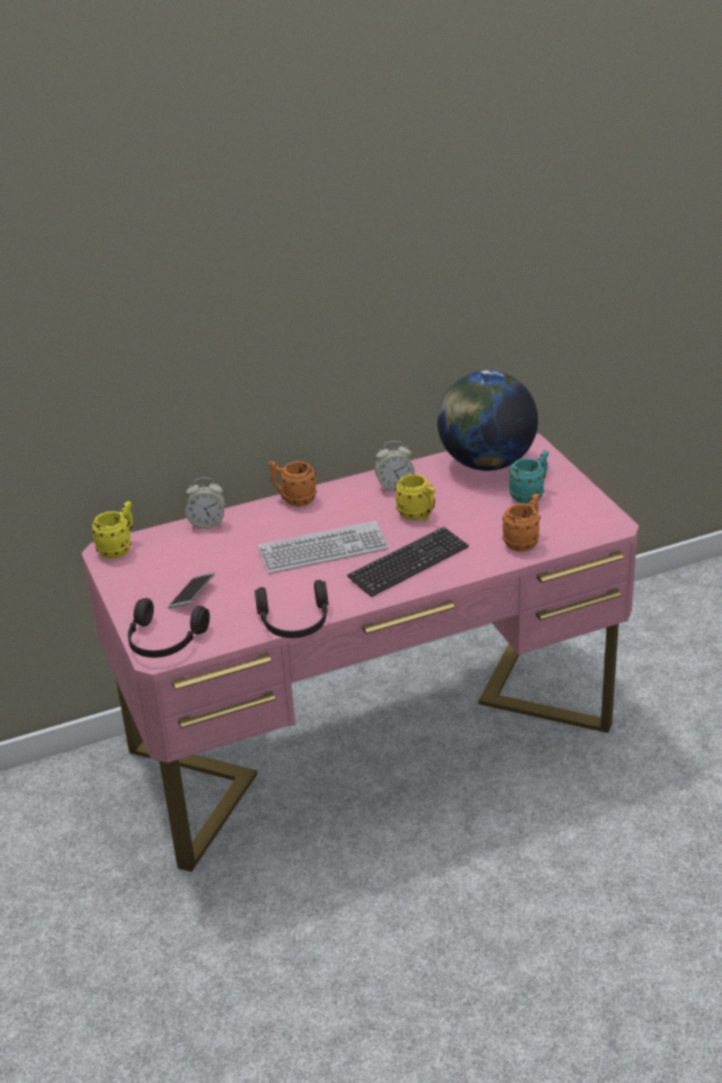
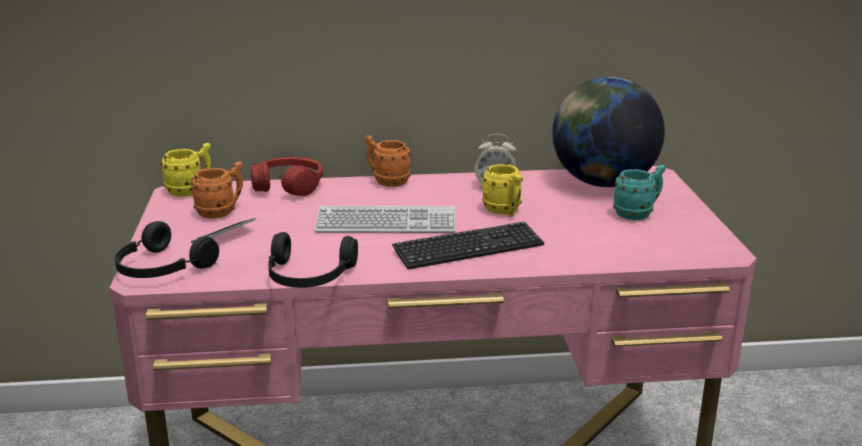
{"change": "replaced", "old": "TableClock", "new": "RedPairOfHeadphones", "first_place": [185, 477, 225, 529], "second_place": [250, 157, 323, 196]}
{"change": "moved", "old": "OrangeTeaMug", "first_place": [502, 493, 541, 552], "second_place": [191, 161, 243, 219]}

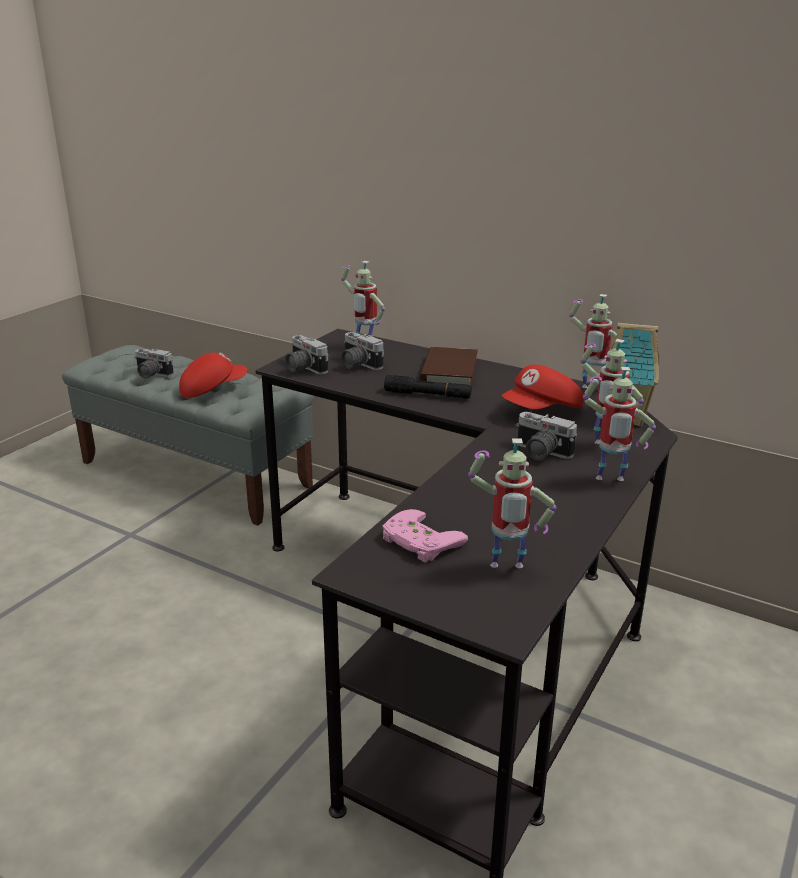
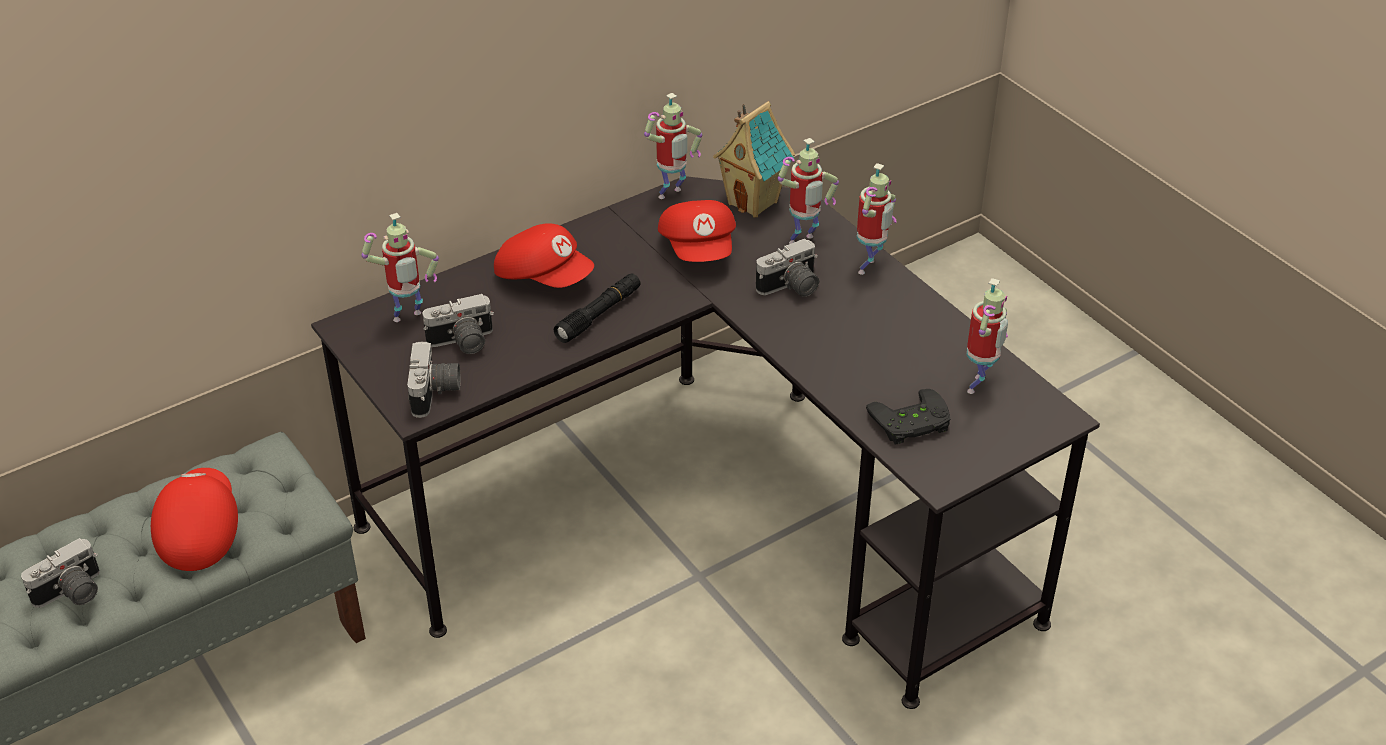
{"change": "turned", "old": "PhotoCamera", "first_place": [285, 335, 328, 374], "second_place": [407, 342, 460, 418], "degrees": -75}
{"change": "recoloured", "old": "PinkishGamepad", "new": "BlackishGamepad", "first_place": [382, 509, 468, 563], "second_place": [866, 389, 950, 445]}
{"change": "replaced", "old": "BrownishBook", "new": "RedBaseballCap", "first_place": [420, 347, 478, 387], "second_place": [494, 223, 594, 288]}

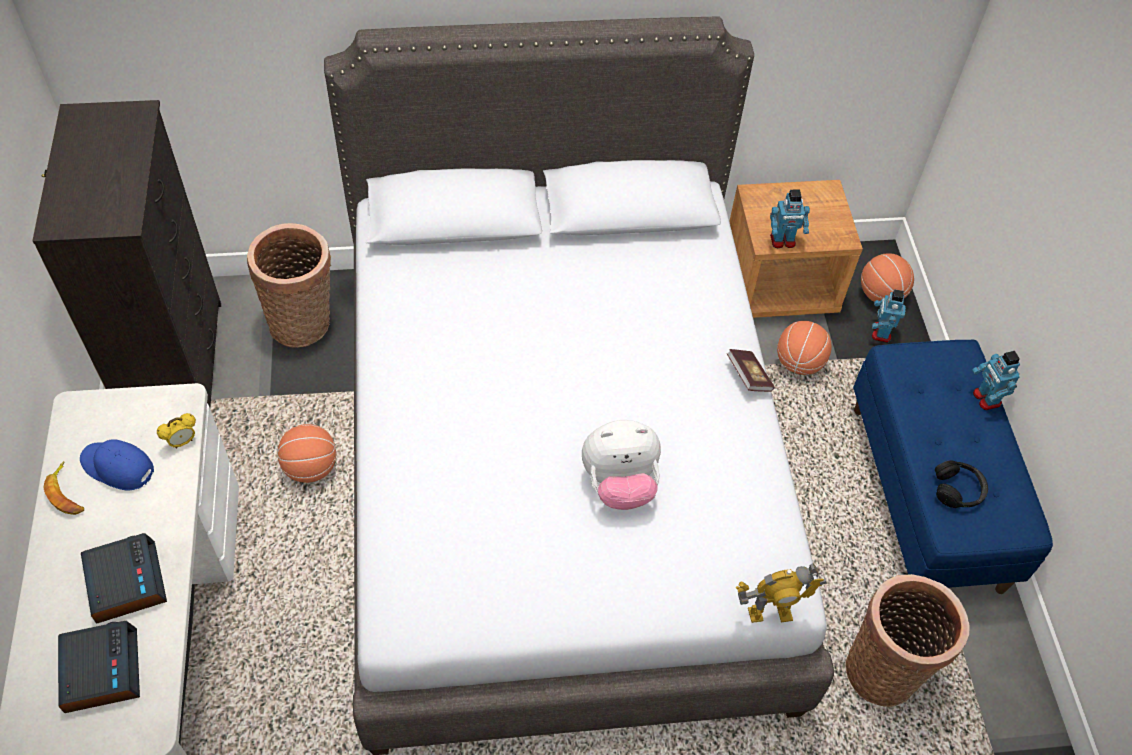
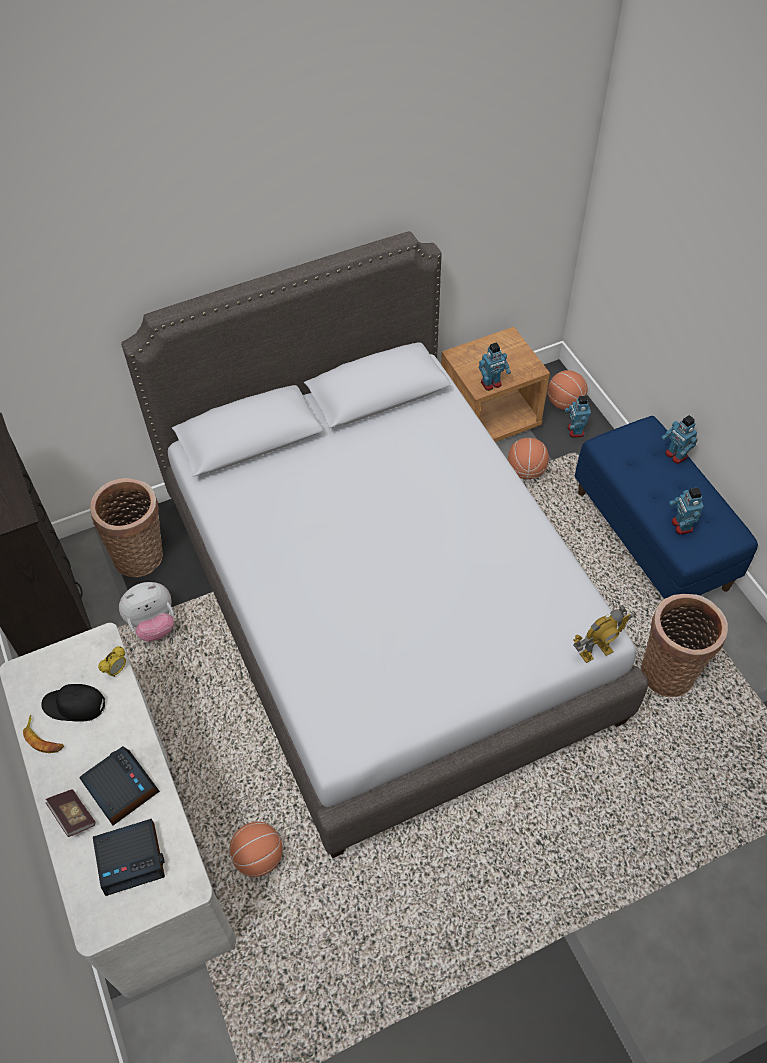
{"change": "turned", "old": "TableClock", "first_place": [58, 621, 140, 713], "second_place": [93, 819, 165, 896], "degrees": 105}
{"change": "recoloured", "old": "BluishBaseballCap", "new": "BlackishBaseballCap", "first_place": [80, 439, 154, 490], "second_place": [41, 684, 105, 722]}
{"change": "moved", "old": "BasketballBall", "first_place": [278, 424, 336, 483], "second_place": [230, 822, 283, 877]}
{"change": "moved", "old": "PlushToy", "first_place": [582, 420, 661, 510], "second_place": [119, 582, 174, 641]}
{"change": "moved", "old": "Book", "first_place": [727, 349, 775, 392], "second_place": [46, 789, 95, 837]}
{"change": "replaced", "old": "BlackishPairOfHeadphones", "new": "ModelRobot", "first_place": [935, 461, 988, 508], "second_place": [669, 487, 704, 535]}

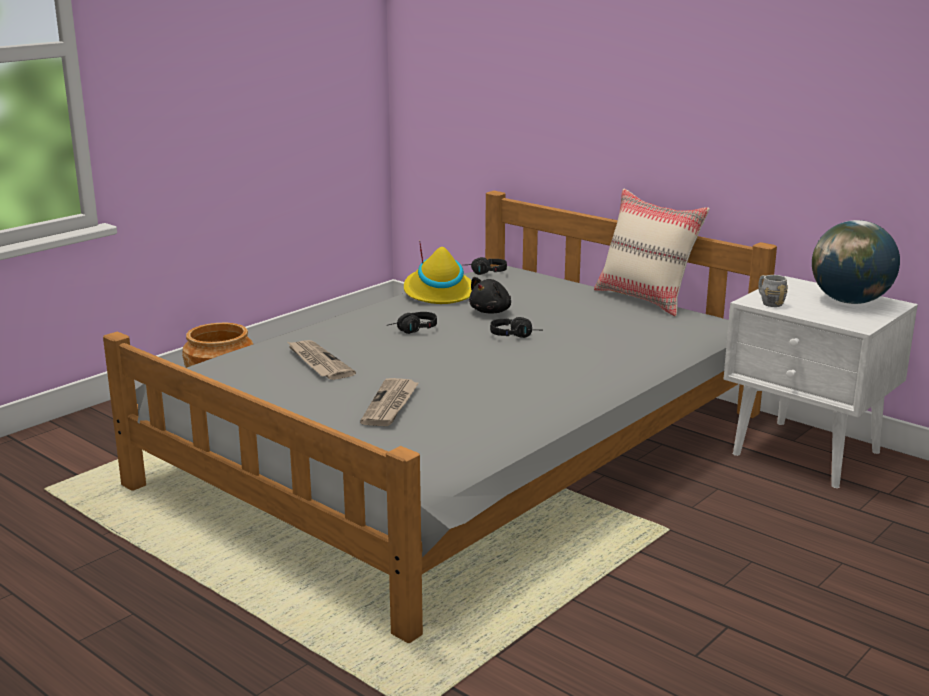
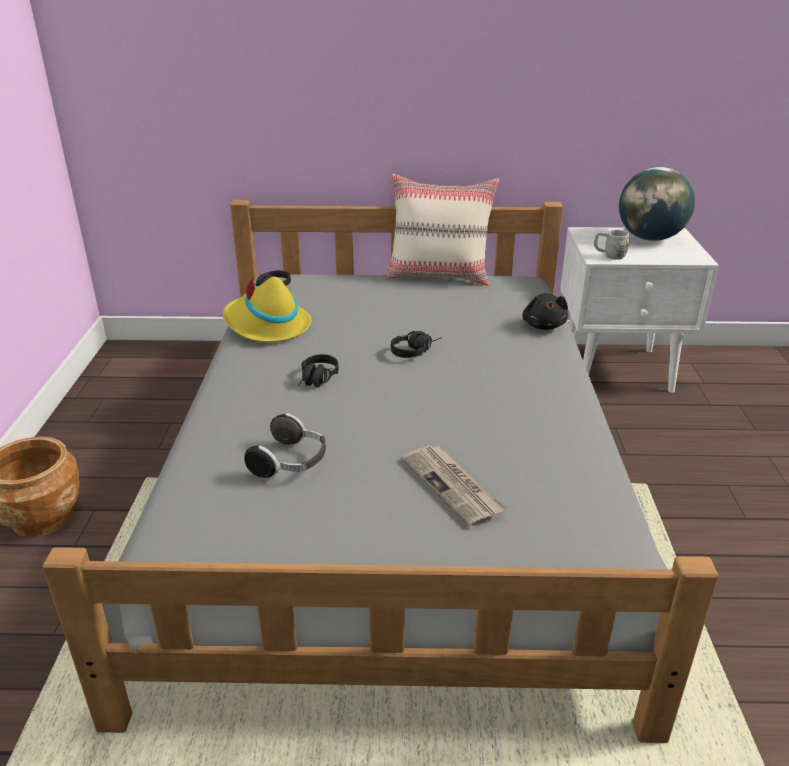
{"change": "replaced", "old": "DailyPaper", "new": "PairOfHeadphones", "first_place": [287, 340, 356, 380], "second_place": [244, 413, 326, 480]}
{"change": "moved", "old": "BlackishPlushToy", "first_place": [469, 277, 511, 314], "second_place": [522, 293, 568, 330]}

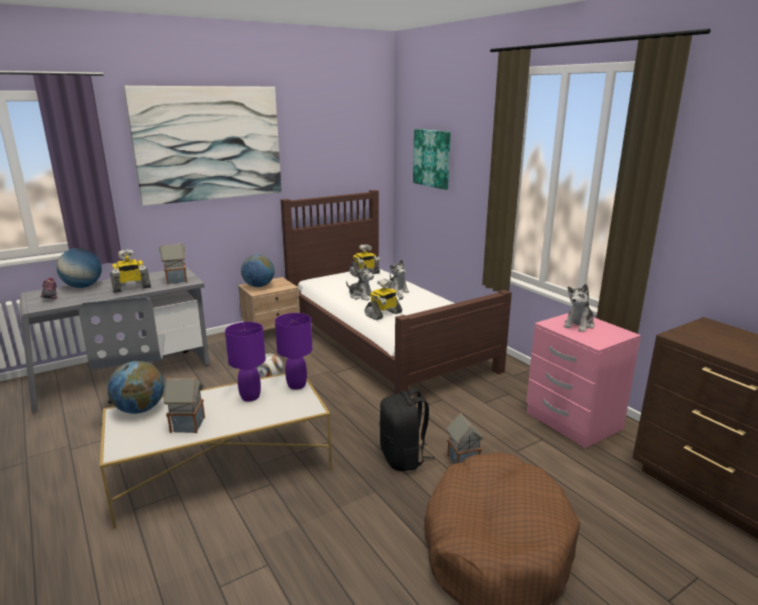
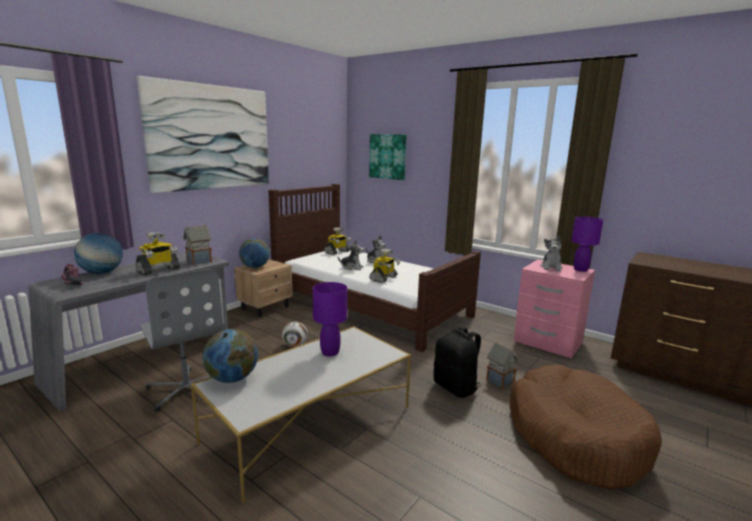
{"change": "removed", "old": "MiniatureHouse", "first_place": [163, 377, 205, 433]}
{"change": "moved", "old": "PurpleColouredTableLamp", "first_place": [275, 313, 312, 390], "second_place": [571, 216, 603, 272]}

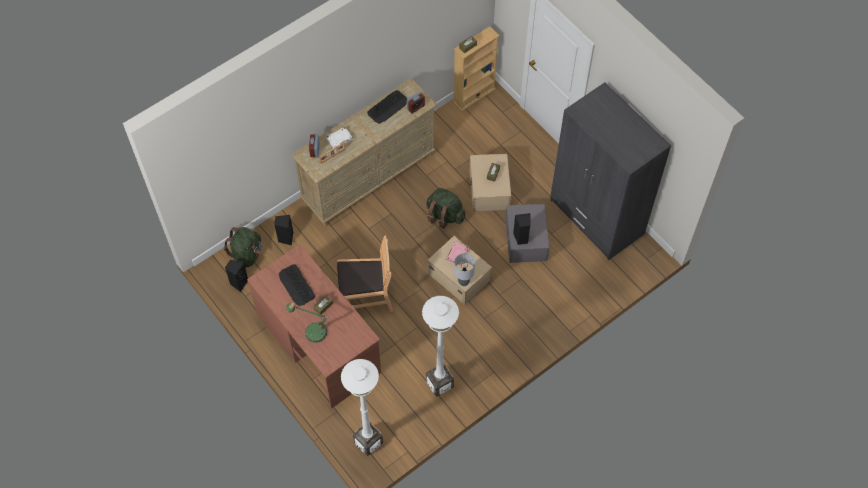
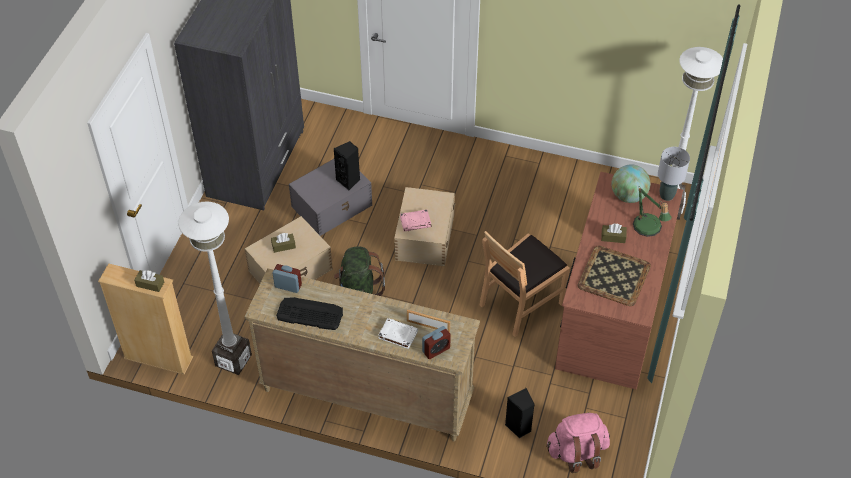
{"change": "recoloured", "old": "GreenishRucksack", "new": "PinkishRucksack", "first_place": [224, 227, 262, 269], "second_place": [546, 413, 610, 473]}
{"change": "removed", "old": "BlackishSpeaker", "first_place": [225, 260, 248, 292]}
{"change": "replaced", "old": "Keyboard", "new": "ServingTray", "first_place": [279, 265, 315, 306], "second_place": [577, 246, 651, 306]}
{"change": "turned", "old": "BrownishUprightChair", "first_place": [337, 235, 393, 312], "second_place": [480, 231, 570, 337], "degrees": -90}
{"change": "moved", "old": "WhiteStandingLamp", "first_place": [422, 296, 459, 397], "second_place": [178, 202, 252, 375]}
{"change": "moved", "old": "GreyTableLamp", "first_place": [454, 253, 475, 286], "second_place": [658, 147, 690, 201]}
{"change": "added", "new": "DeskGlobe", "second_place": [611, 164, 650, 203]}

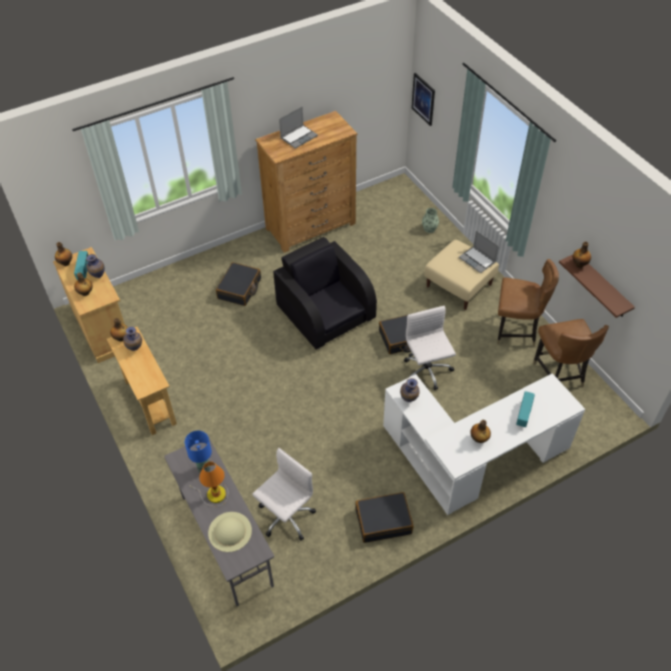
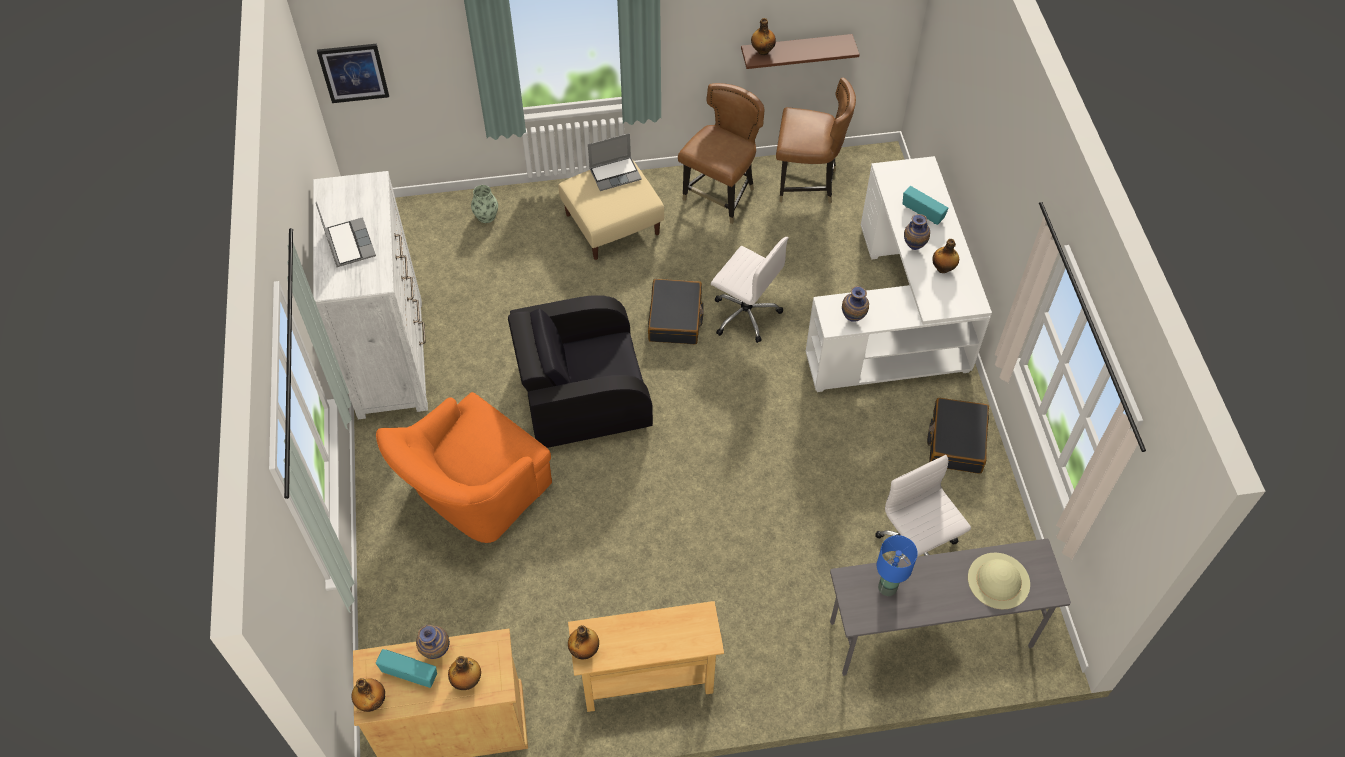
{"change": "moved", "old": "FlowerVase", "first_place": [123, 327, 142, 351], "second_place": [904, 214, 930, 250]}
{"change": "removed", "old": "TableLamp", "first_place": [189, 461, 228, 507]}
{"change": "replaced", "old": "BlackishTravelCase", "new": "OrangeLoungeChair", "first_place": [216, 262, 261, 306], "second_place": [376, 392, 552, 543]}
{"change": "recoloured", "old": "BrownishDrawerChest", "new": "WhiteDrawerChest", "first_place": [255, 111, 357, 253], "second_place": [313, 171, 428, 419]}
{"change": "turned", "old": "WhiteComputerChair", "first_place": [404, 306, 456, 390], "second_place": [711, 237, 789, 343], "degrees": -150}

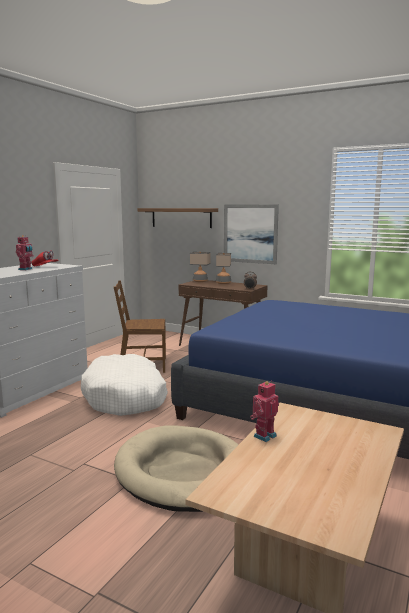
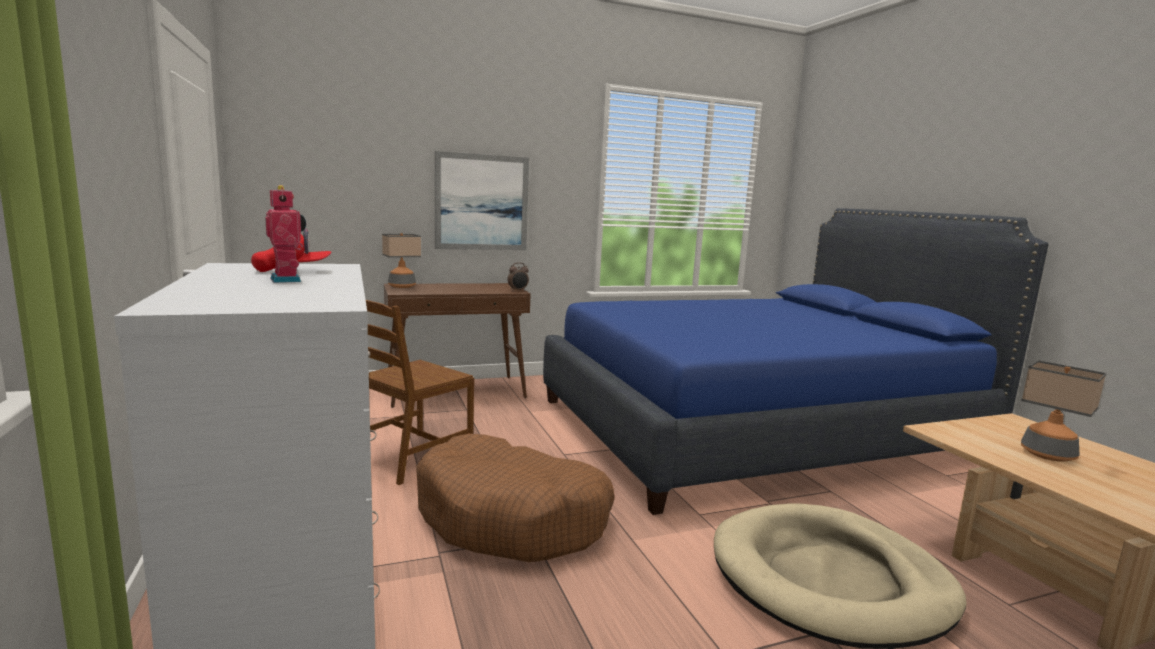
{"change": "recoloured", "old": "WhiteDogBed", "new": "BrownishDogBed", "first_place": [81, 354, 168, 416], "second_place": [416, 434, 615, 562]}
{"change": "removed", "old": "BracketShelf", "first_place": [137, 208, 218, 228]}
{"change": "moved", "old": "TableLamp", "first_place": [216, 253, 231, 284], "second_place": [1021, 360, 1106, 462]}
{"change": "removed", "old": "ModelRobot", "first_place": [250, 381, 279, 442]}

